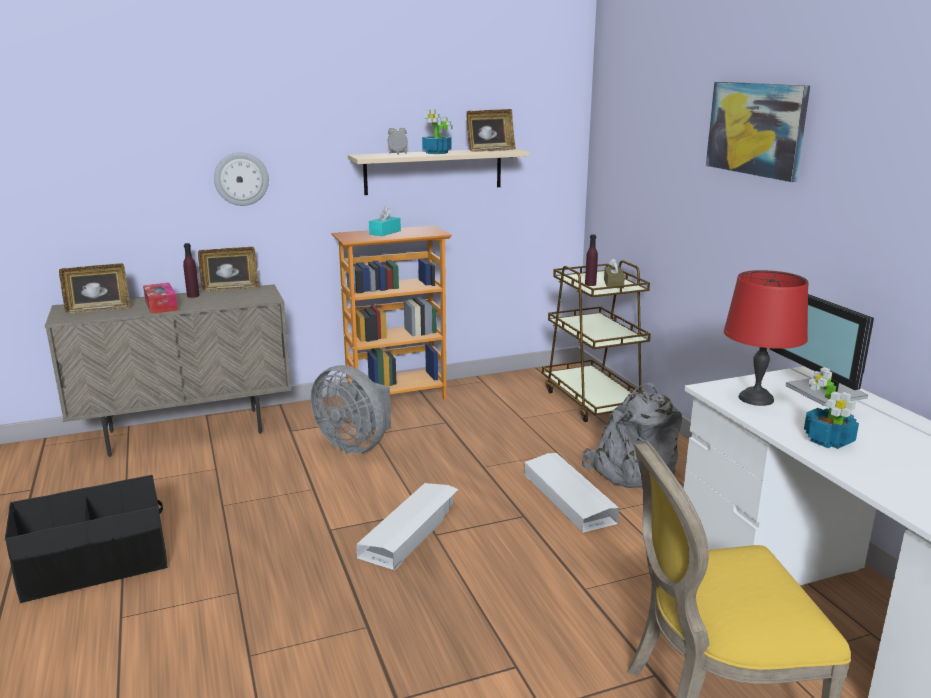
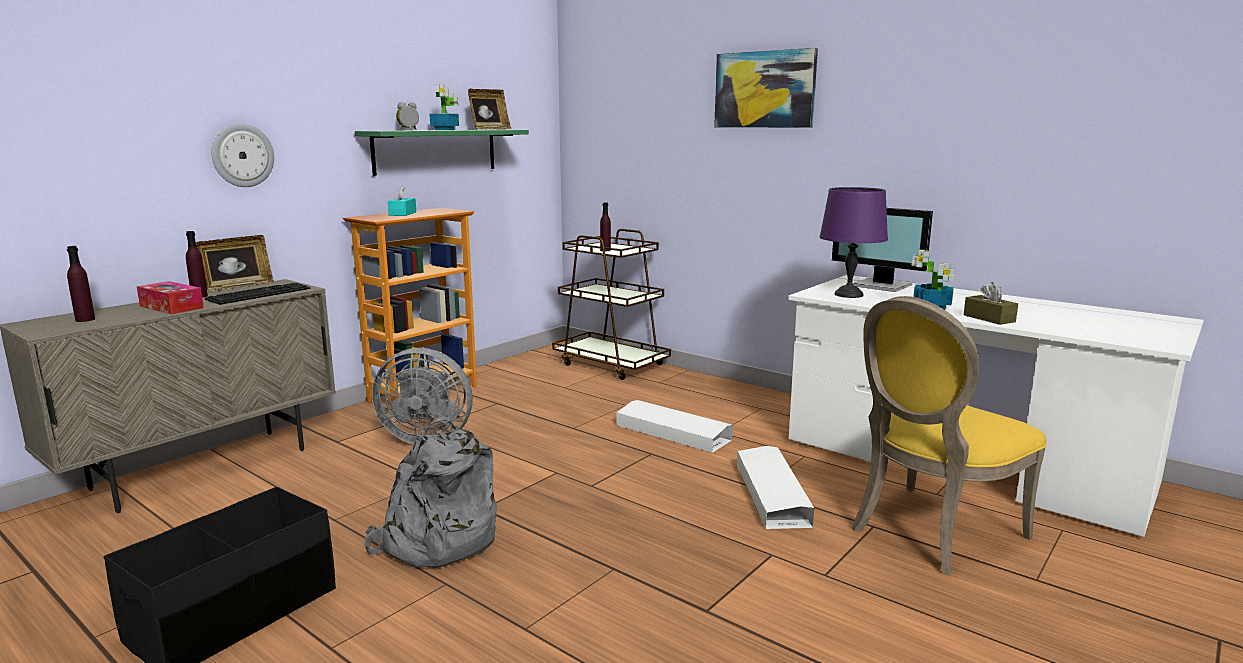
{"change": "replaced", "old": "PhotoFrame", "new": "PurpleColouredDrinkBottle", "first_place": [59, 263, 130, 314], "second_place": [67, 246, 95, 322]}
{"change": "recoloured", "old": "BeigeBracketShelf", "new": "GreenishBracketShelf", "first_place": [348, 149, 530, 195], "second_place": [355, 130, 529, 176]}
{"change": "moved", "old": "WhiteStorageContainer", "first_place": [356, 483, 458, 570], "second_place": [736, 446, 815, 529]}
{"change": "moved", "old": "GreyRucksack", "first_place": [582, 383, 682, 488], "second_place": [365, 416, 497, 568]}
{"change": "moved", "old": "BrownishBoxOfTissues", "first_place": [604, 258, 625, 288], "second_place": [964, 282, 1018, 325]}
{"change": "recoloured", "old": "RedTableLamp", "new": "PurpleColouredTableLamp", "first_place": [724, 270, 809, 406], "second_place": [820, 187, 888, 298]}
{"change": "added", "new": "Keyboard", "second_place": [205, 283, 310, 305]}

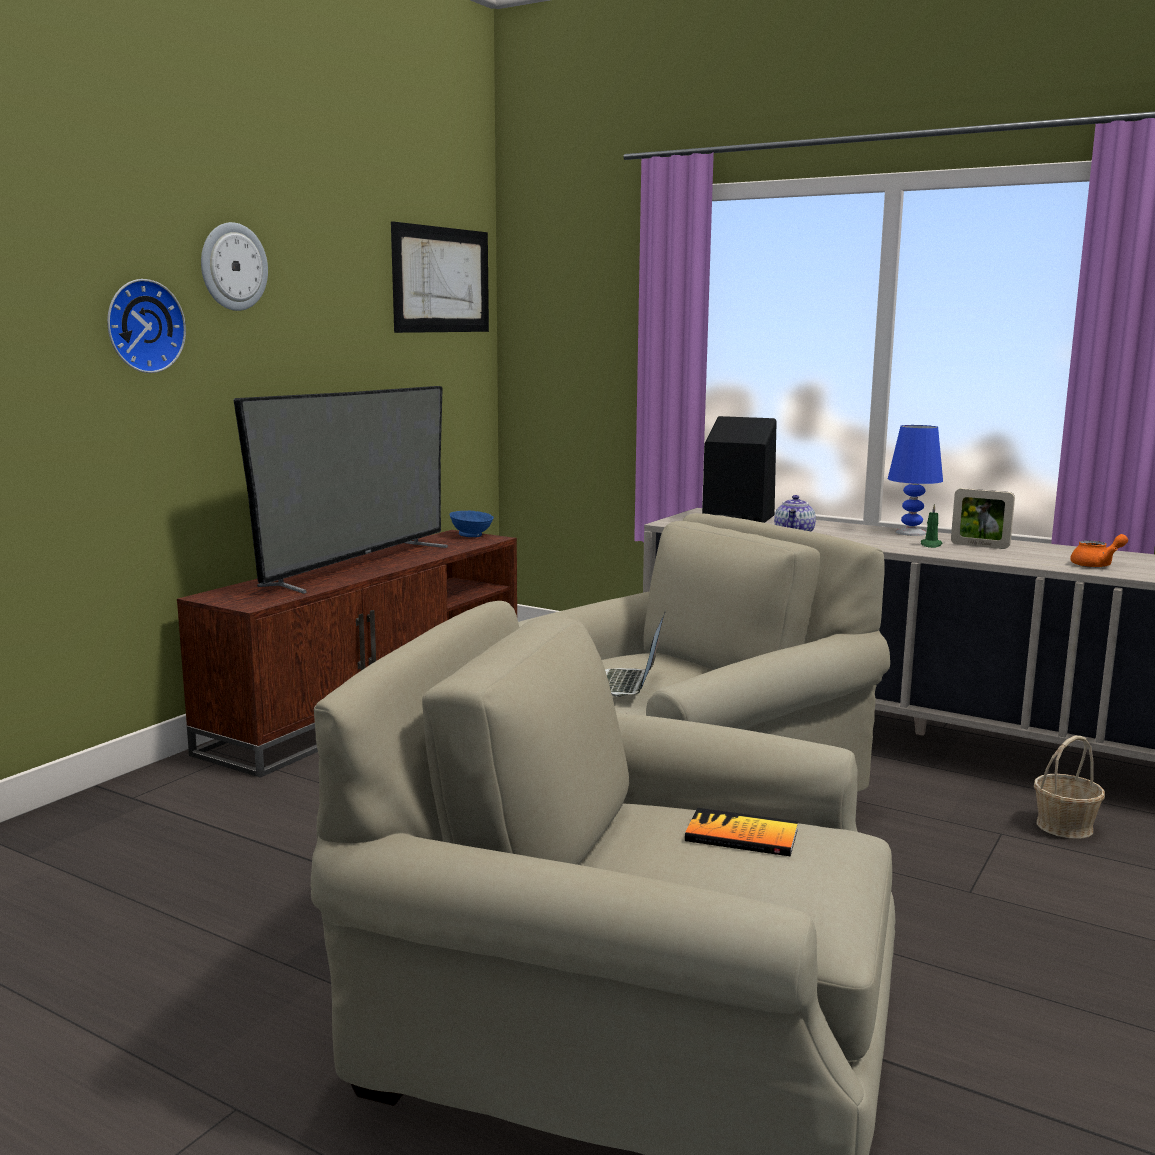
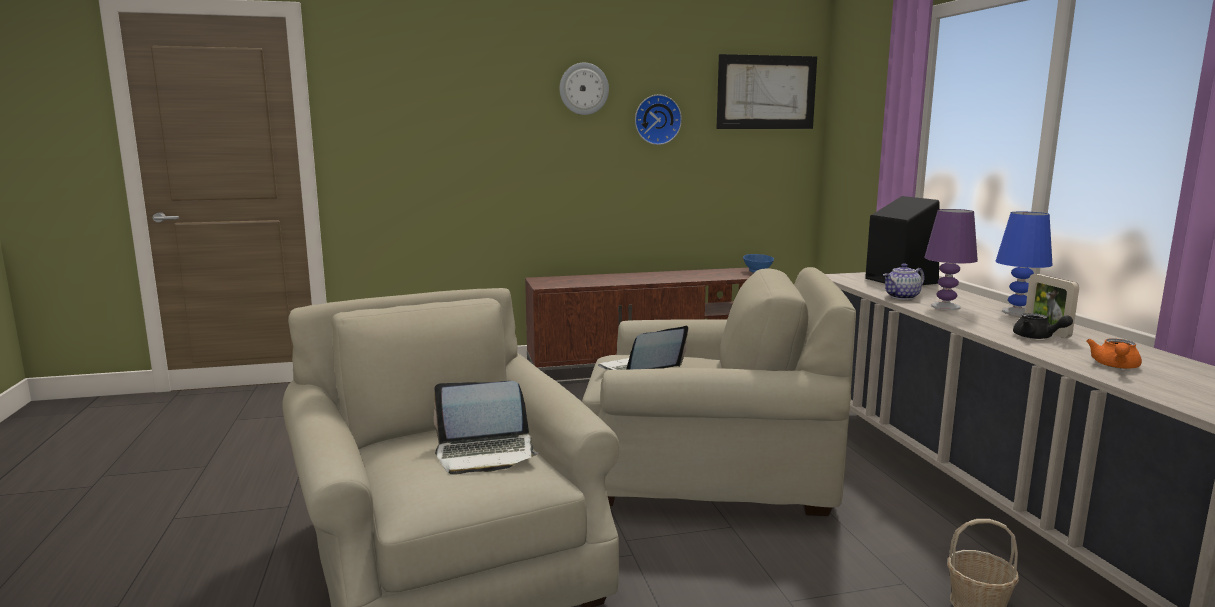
{"change": "moved", "old": "ClockOnTheWall", "first_place": [107, 279, 186, 373], "second_place": [635, 95, 682, 145]}
{"change": "removed", "old": "TvSet", "first_place": [234, 386, 448, 594]}
{"change": "replaced", "old": "Book", "new": "NotebookComputer", "first_place": [685, 808, 798, 857], "second_place": [434, 381, 539, 475]}
{"change": "removed", "old": "GreenishWaxCandle", "first_place": [921, 504, 942, 548]}
{"change": "turned", "old": "OrangeTeaPot", "first_place": [1070, 534, 1128, 568], "second_place": [1086, 338, 1142, 369], "degrees": 90}
{"change": "added", "new": "PurpleColouredTableLamp", "second_place": [924, 209, 978, 310]}
{"change": "added", "new": "BlackishTeaPot", "second_place": [1013, 313, 1073, 339]}

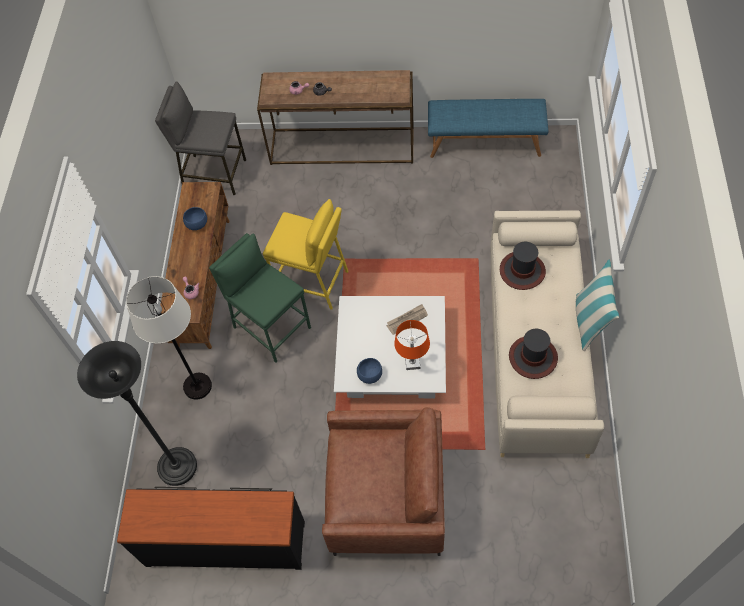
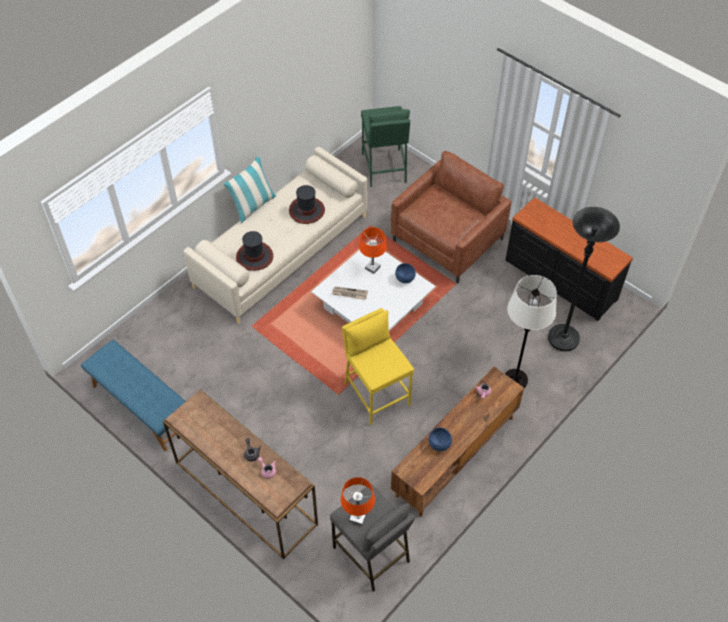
{"change": "moved", "old": "GreenishSittingStool", "first_place": [209, 233, 311, 363], "second_place": [361, 106, 410, 187]}
{"change": "turned", "old": "BrownishLoungeChair", "first_place": [322, 407, 445, 556], "second_place": [391, 151, 512, 283], "degrees": 90}
{"change": "added", "new": "OrangeTableLamp", "second_place": [341, 477, 375, 526]}

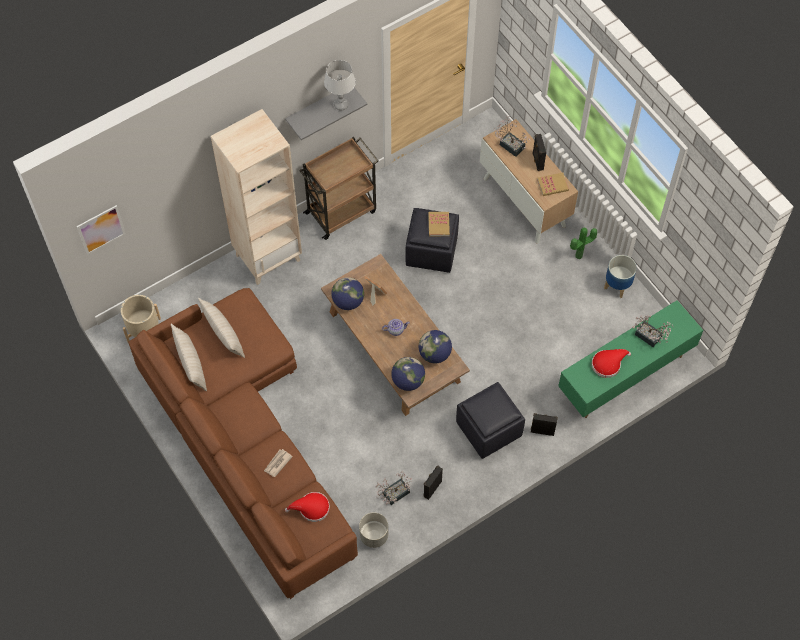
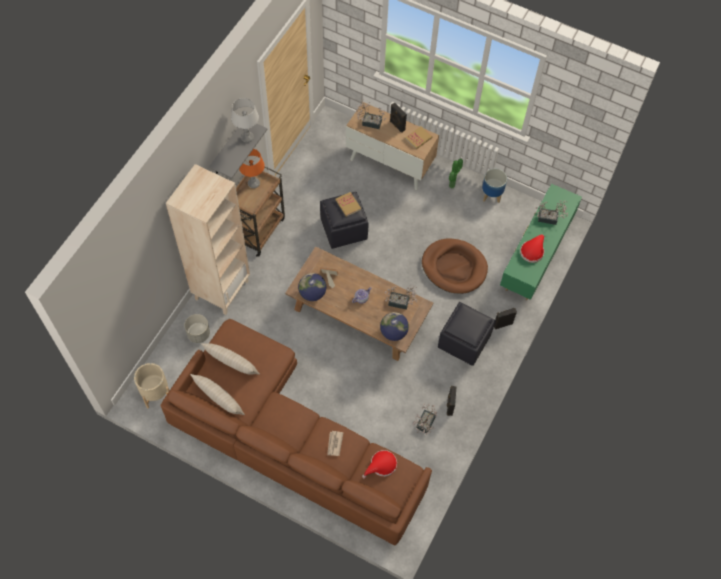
{"change": "removed", "old": "WallArt", "first_place": [77, 205, 126, 255]}
{"change": "moved", "old": "GreyPlanter", "first_place": [359, 512, 388, 548], "second_place": [184, 314, 210, 343]}
{"change": "replaced", "old": "DeskGlobe", "new": "Houseplant", "first_place": [419, 330, 452, 363], "second_place": [385, 285, 417, 310]}
{"change": "added", "new": "OrangeTableLamp", "second_place": [239, 149, 265, 188]}
{"change": "added", "new": "BrownishDogBed", "second_place": [422, 238, 488, 294]}

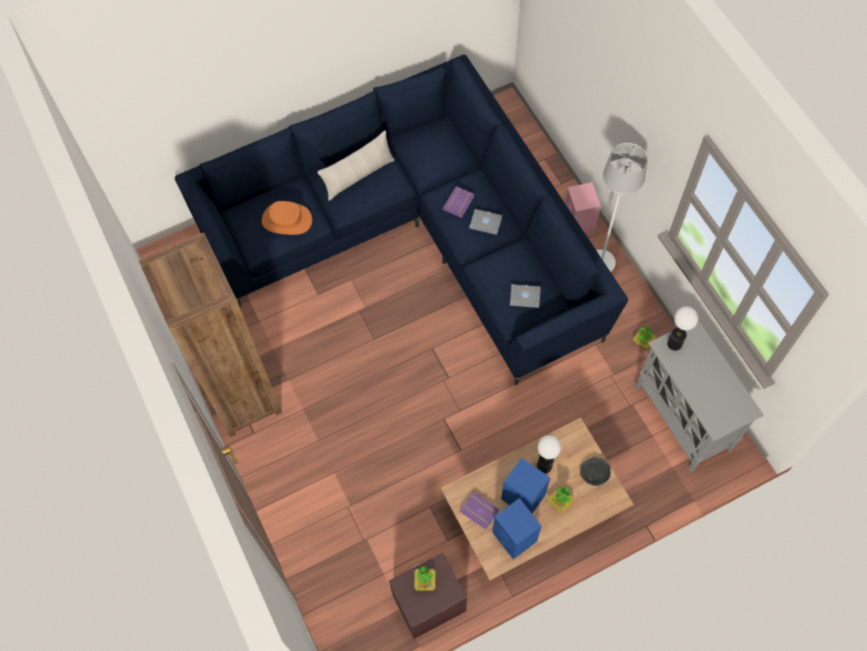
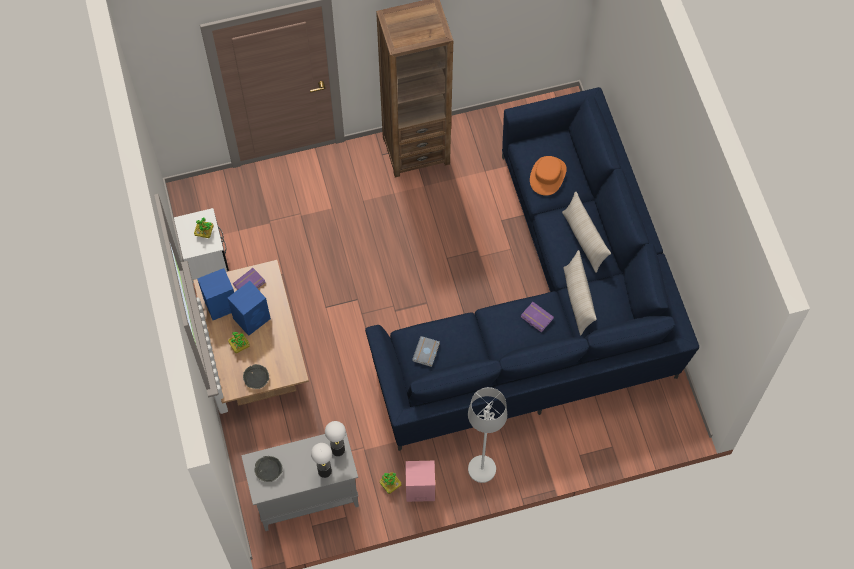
{"change": "recoloured", "old": "BrownishNightTable", "new": "WhiteNightTable", "first_place": [389, 553, 467, 639], "second_place": [174, 208, 229, 283]}
{"change": "removed", "old": "GreyBook", "first_place": [469, 209, 502, 235]}
{"change": "moved", "old": "TableLamp", "first_place": [537, 435, 561, 473], "second_place": [311, 443, 332, 478]}
{"change": "moved", "old": "PinkishSpeaker", "first_place": [565, 182, 601, 234], "second_place": [405, 461, 435, 502]}
{"change": "added", "new": "GreyServingBowl", "second_place": [254, 456, 283, 482]}
{"change": "added", "new": "BeigeCushion", "second_place": [564, 250, 597, 335]}

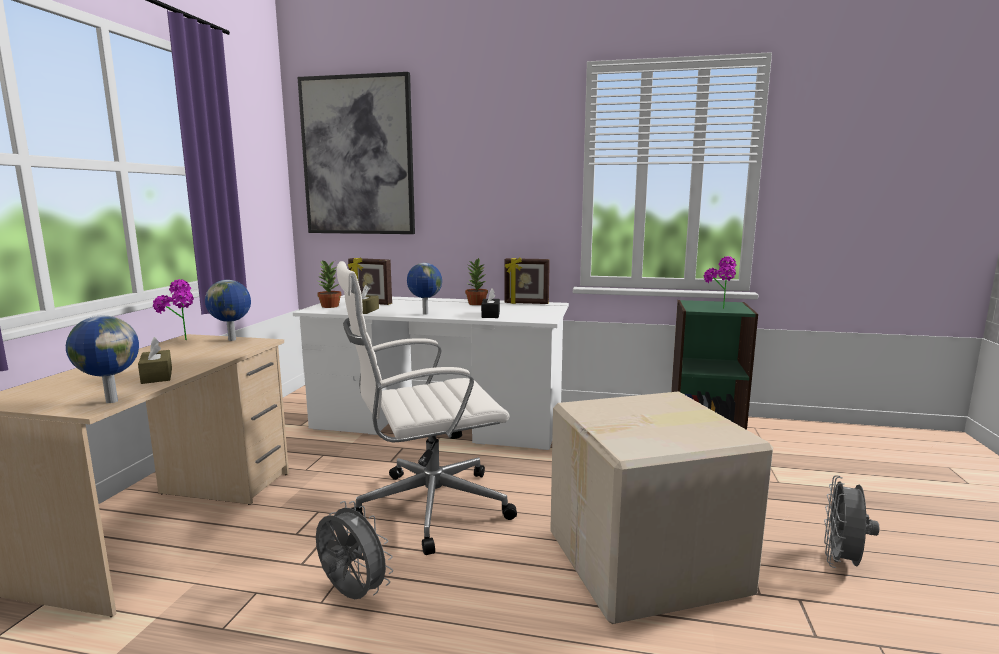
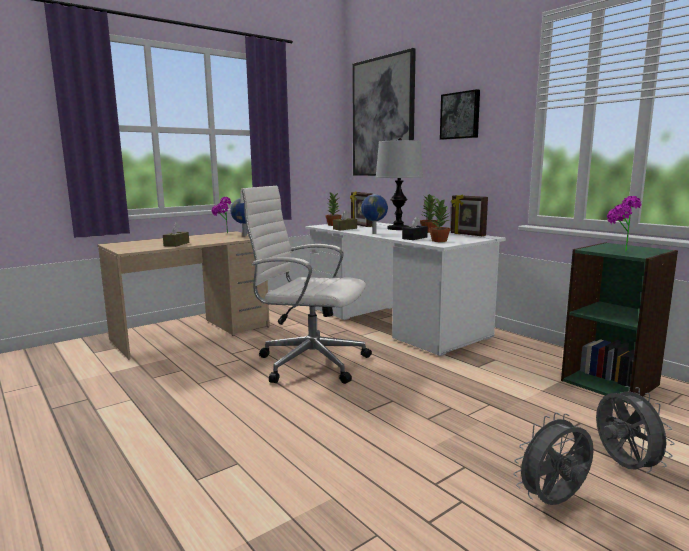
{"change": "removed", "old": "DeskGlobe", "first_place": [66, 316, 139, 403]}
{"change": "moved", "old": "GreyFan", "first_place": [316, 501, 393, 599], "second_place": [596, 386, 674, 473]}
{"change": "removed", "old": "PackingBox", "first_place": [550, 391, 773, 624]}
{"change": "added", "new": "TableLamp", "second_place": [376, 138, 423, 230]}
{"change": "added", "new": "Houseplant", "second_place": [429, 198, 452, 242]}
{"change": "added", "new": "WallArt", "second_place": [440, 89, 480, 140]}

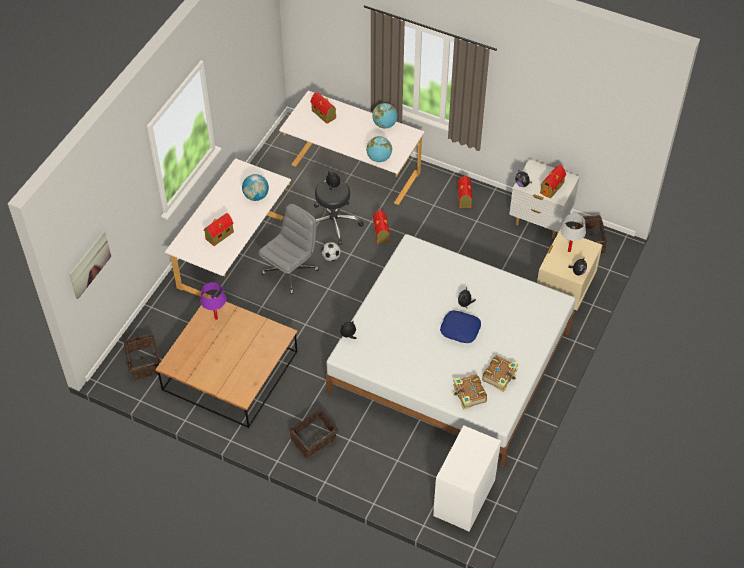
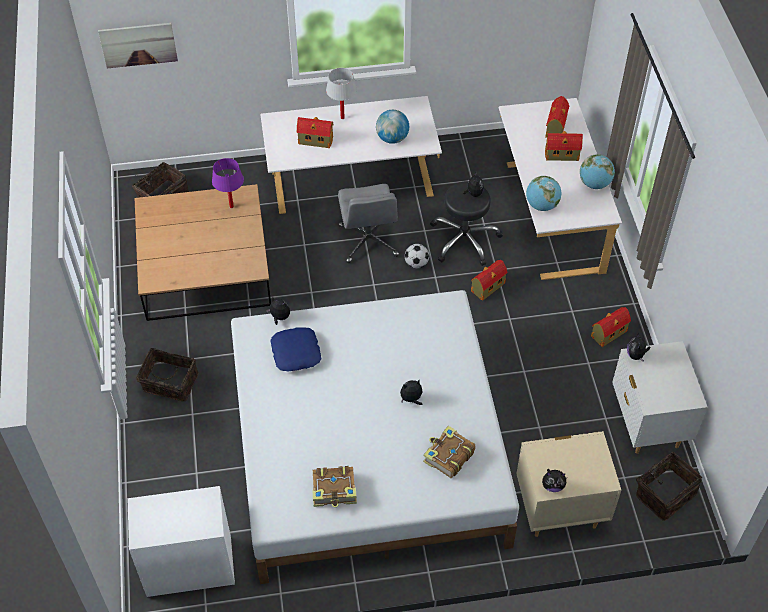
{"change": "turned", "old": "GreyComputerChair", "first_place": [258, 204, 319, 294], "second_place": [338, 184, 399, 263], "degrees": 75}
{"change": "moved", "old": "BluishCushion", "first_place": [440, 310, 481, 343], "second_place": [270, 327, 321, 372]}
{"change": "moved", "old": "Book", "first_place": [453, 374, 487, 410], "second_place": [423, 426, 476, 478]}
{"change": "moved", "old": "MiniatureHouse", "first_place": [540, 165, 566, 199], "second_place": [545, 131, 583, 161]}
{"change": "moved", "old": "WhiteTableLamp", "first_place": [560, 214, 586, 252], "second_place": [326, 68, 357, 119]}

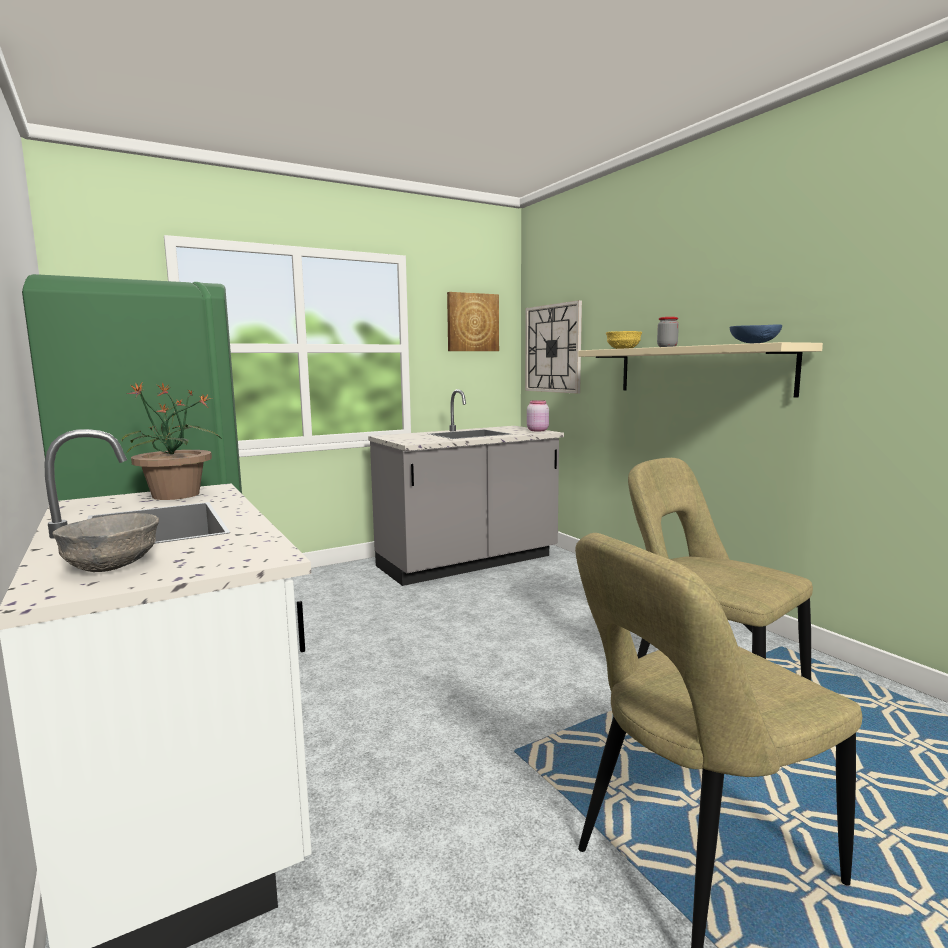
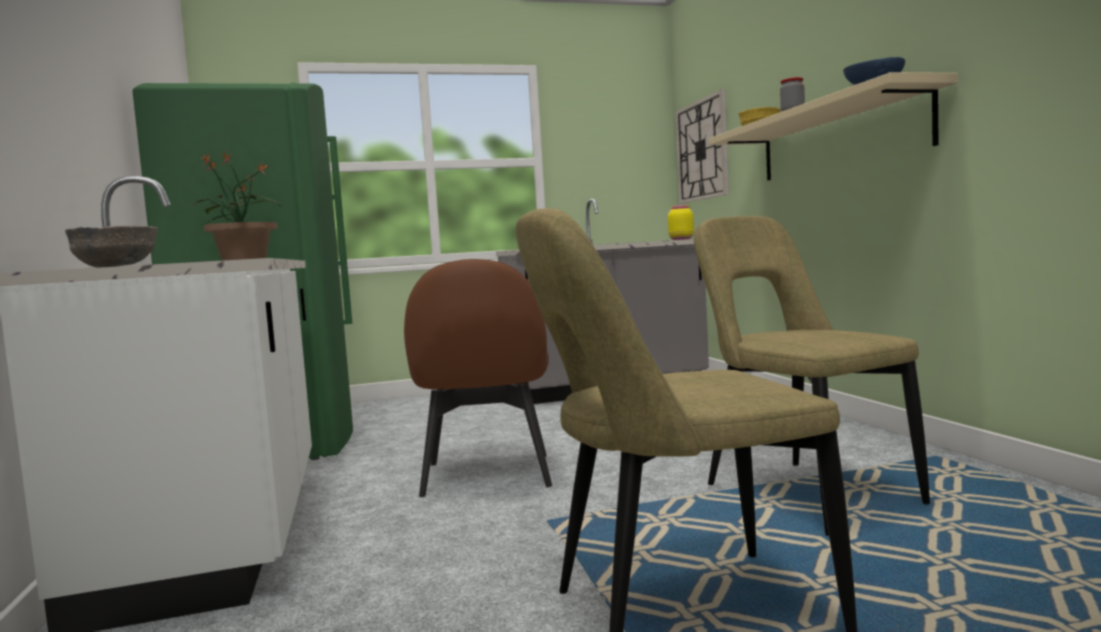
{"change": "removed", "old": "WallArt", "first_place": [447, 292, 499, 351]}
{"change": "recoloured", "old": "PinkishPreserveJar", "new": "YellowishPreserveJar", "first_place": [527, 400, 549, 431], "second_place": [668, 205, 694, 240]}
{"change": "added", "new": "BrownishUprightChair", "second_place": [404, 259, 552, 497]}

